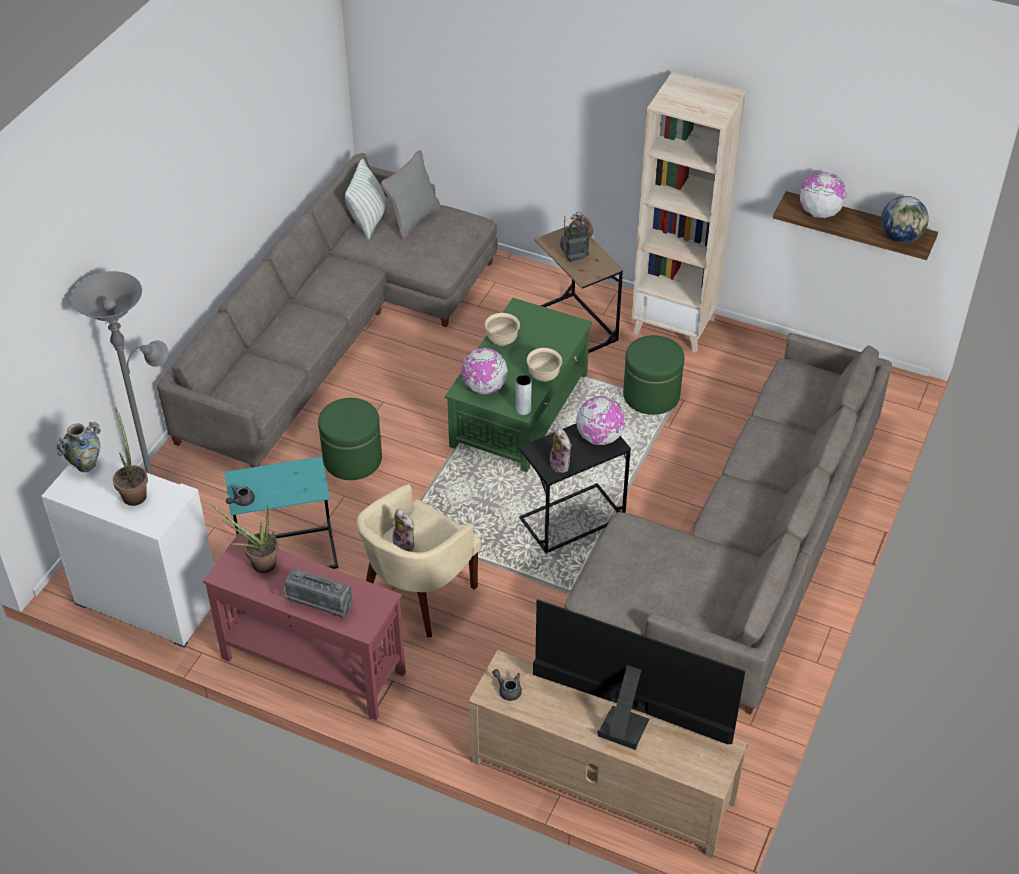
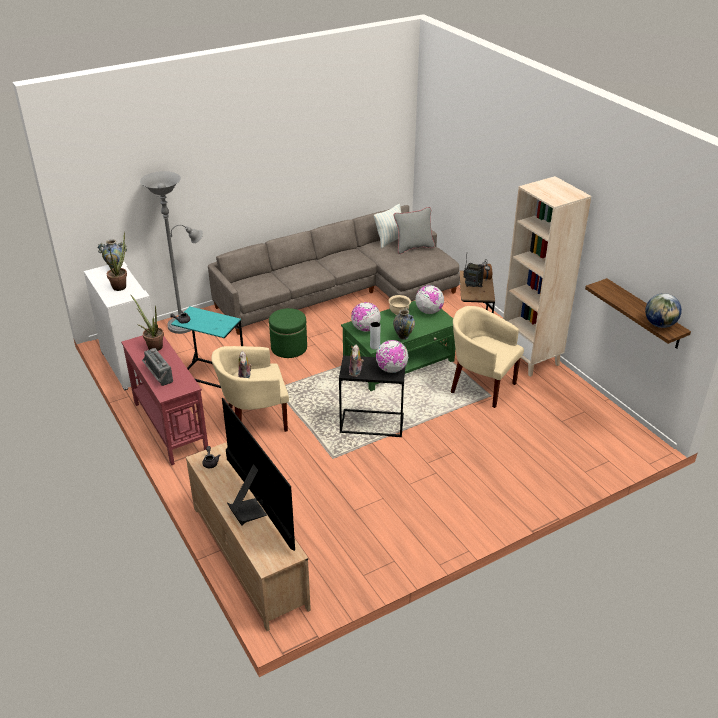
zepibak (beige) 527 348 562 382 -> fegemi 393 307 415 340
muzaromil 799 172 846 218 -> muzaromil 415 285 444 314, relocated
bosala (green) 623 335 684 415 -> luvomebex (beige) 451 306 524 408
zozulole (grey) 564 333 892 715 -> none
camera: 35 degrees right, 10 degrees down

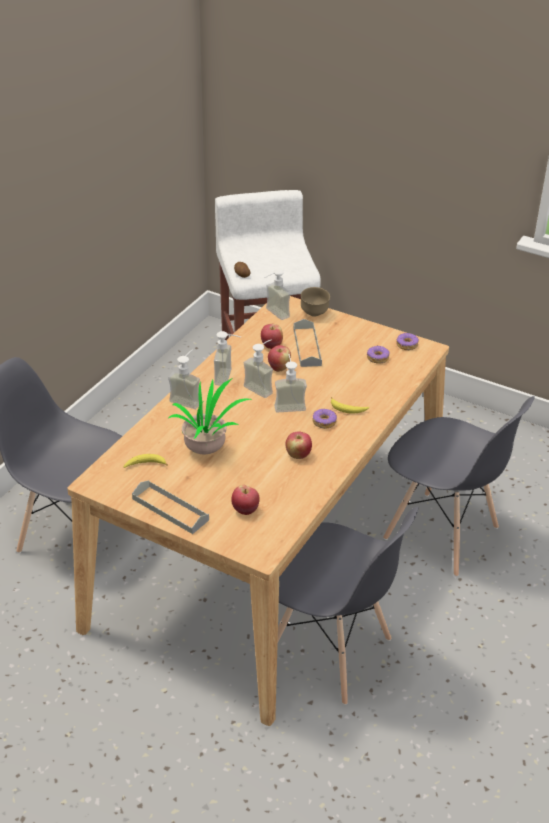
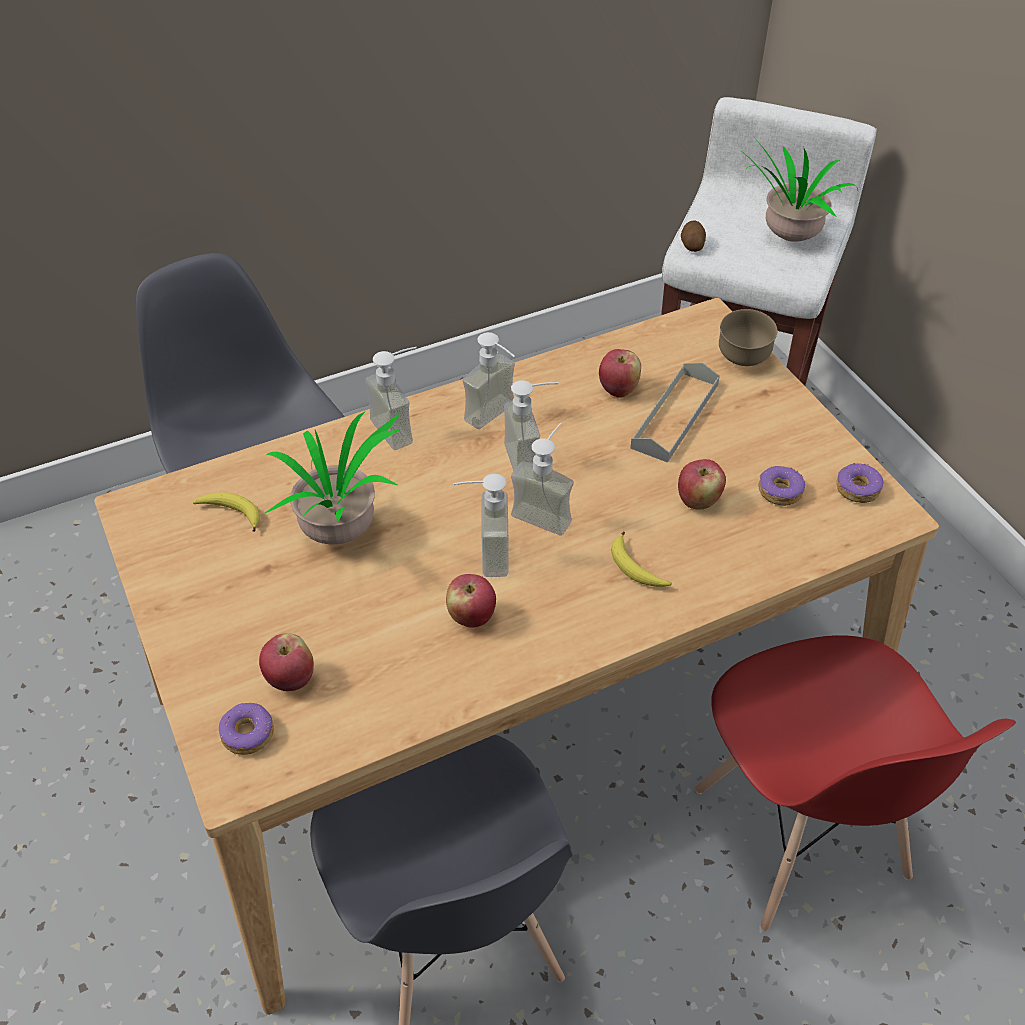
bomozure 313 409 337 429 -> bomozure 219 703 274 755, relocated
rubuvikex 264 269 290 320 -> rubuvikex 453 474 509 577, relocated
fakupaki 268 345 291 372 -> fakupaki 678 459 726 509, relocated
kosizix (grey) 383 396 535 577 -> kosizix (red) 695 635 1016 931
none -> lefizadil 738 141 858 242
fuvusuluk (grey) 132 480 209 534 -> none
camera: 35 degrees right, 10 degrees up

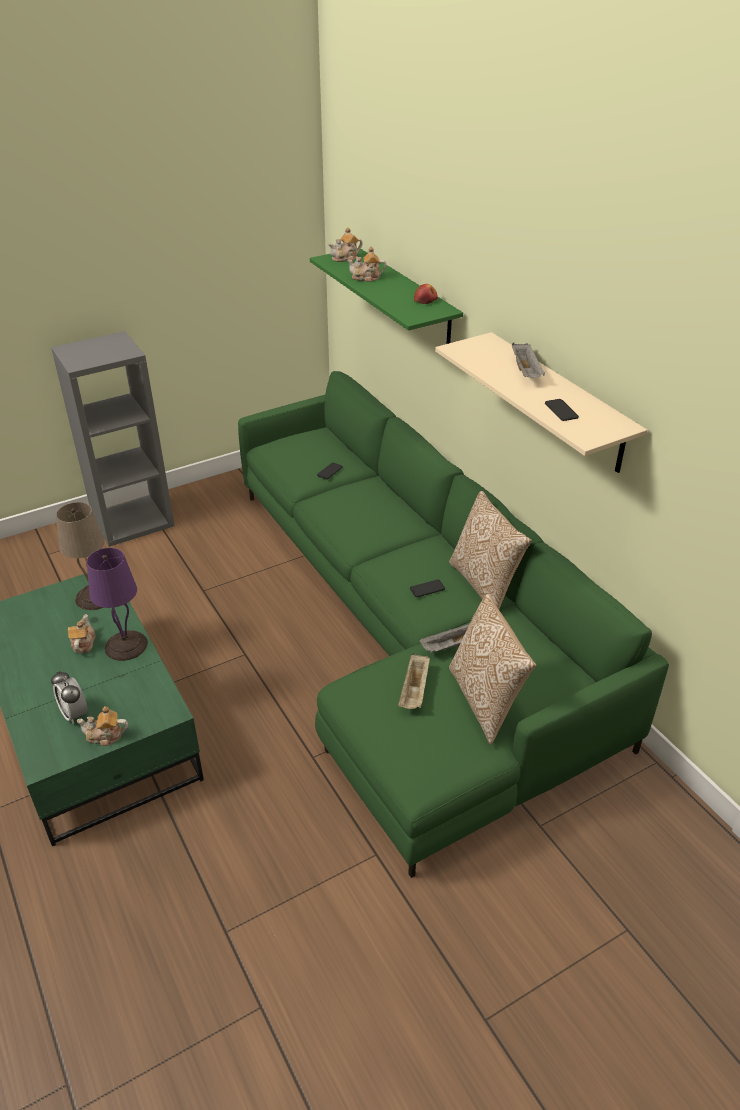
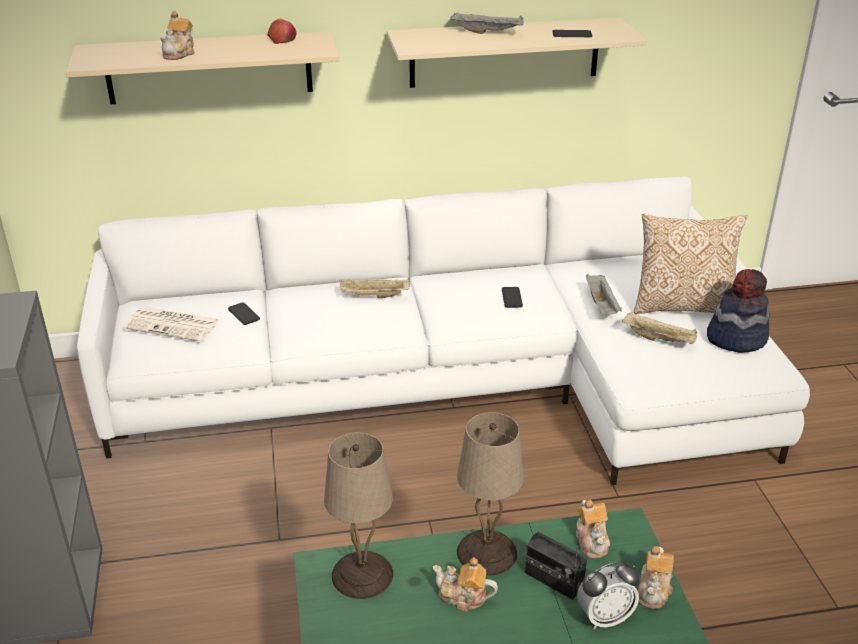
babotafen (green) 310 249 463 344 -> babotafen (beige) 66 31 339 104
zozulole (green) 238 371 669 878 -> zozulole (white) 77 176 810 485
none -> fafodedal 123 307 219 342
none -> fuvusuluk (beige) 340 278 410 298
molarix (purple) 87 548 148 661 -> molarix (beige) 457 412 524 575
none -> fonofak 524 532 587 600
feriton 328 227 363 262 -> feriton 576 500 610 558, relocated
none -> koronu 707 269 769 353
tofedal 449 491 532 609 -> none
camera: 70 degrees left, 5 degrees down

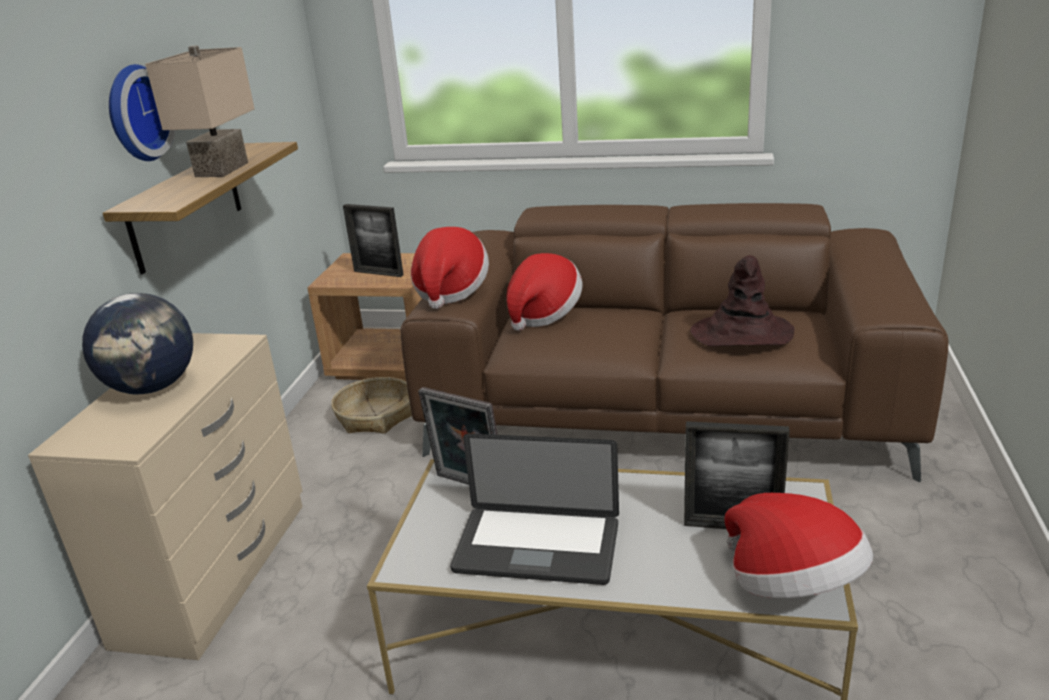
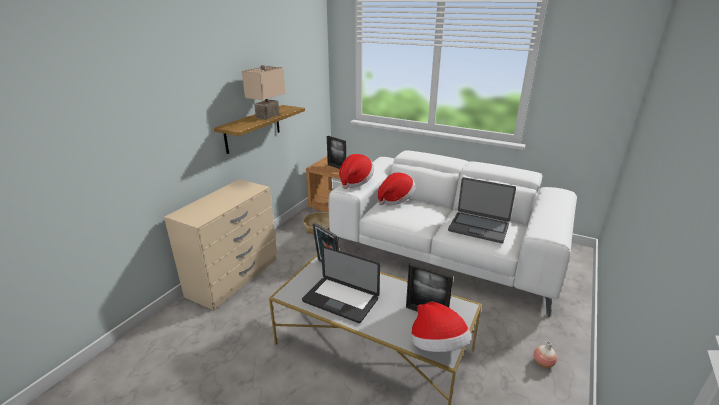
zozulole (brown) 401 203 949 482 -> zozulole (white) 329 150 577 317
koronu (brown) 690 255 794 346 -> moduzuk 448 177 516 243
none -> fegemi 533 341 557 368
muzaromil 82 293 193 394 -> none
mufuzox 109 64 175 161 -> none
camera: 15 degrees right, 0 degrees up

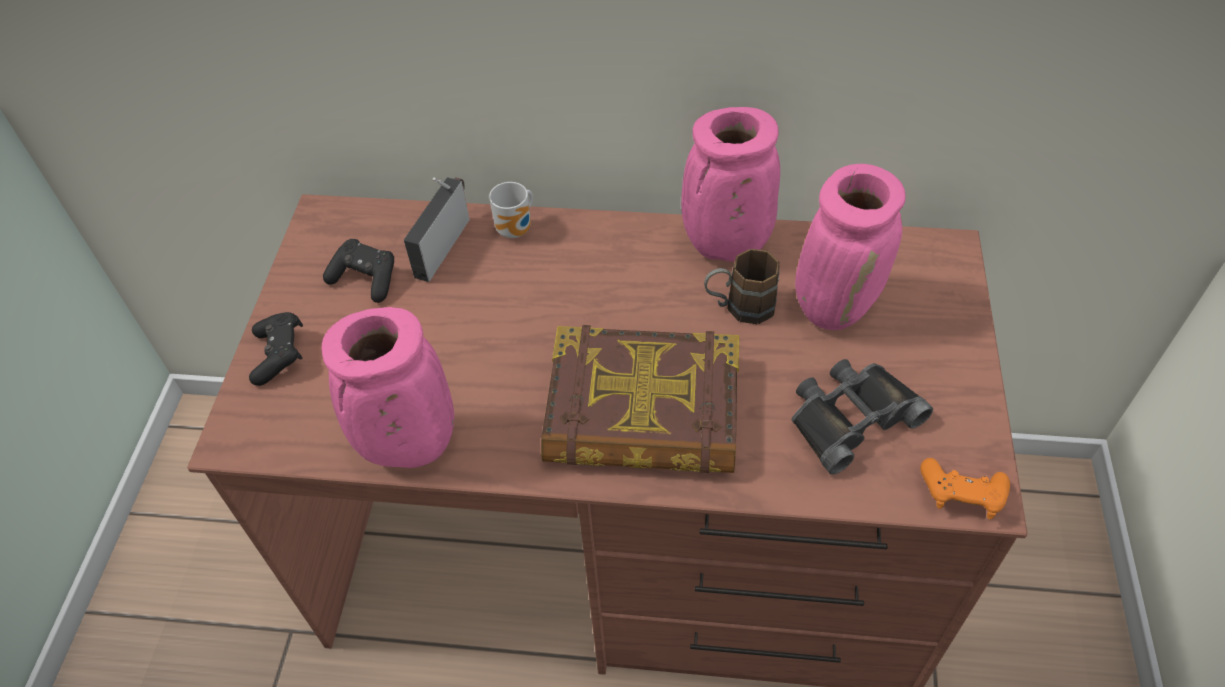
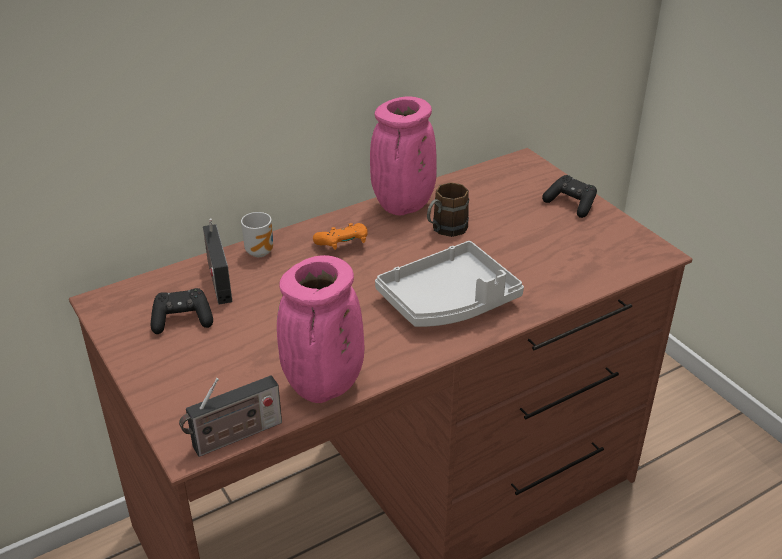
none -> fonofak 179 376 282 457
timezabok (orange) 920 458 1010 519 -> timezabok (orange) 313 223 368 250, relocated
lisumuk 541 325 739 473 -> fuvusuluk (grey) 375 241 524 327
timezabok (black) 249 312 303 386 -> timezabok (black) 542 175 597 218, relocated
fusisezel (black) 791 359 933 474 -> none
fegemi (pink) 795 164 906 330 -> none
camera: 40 degrees left, 15 degrees down

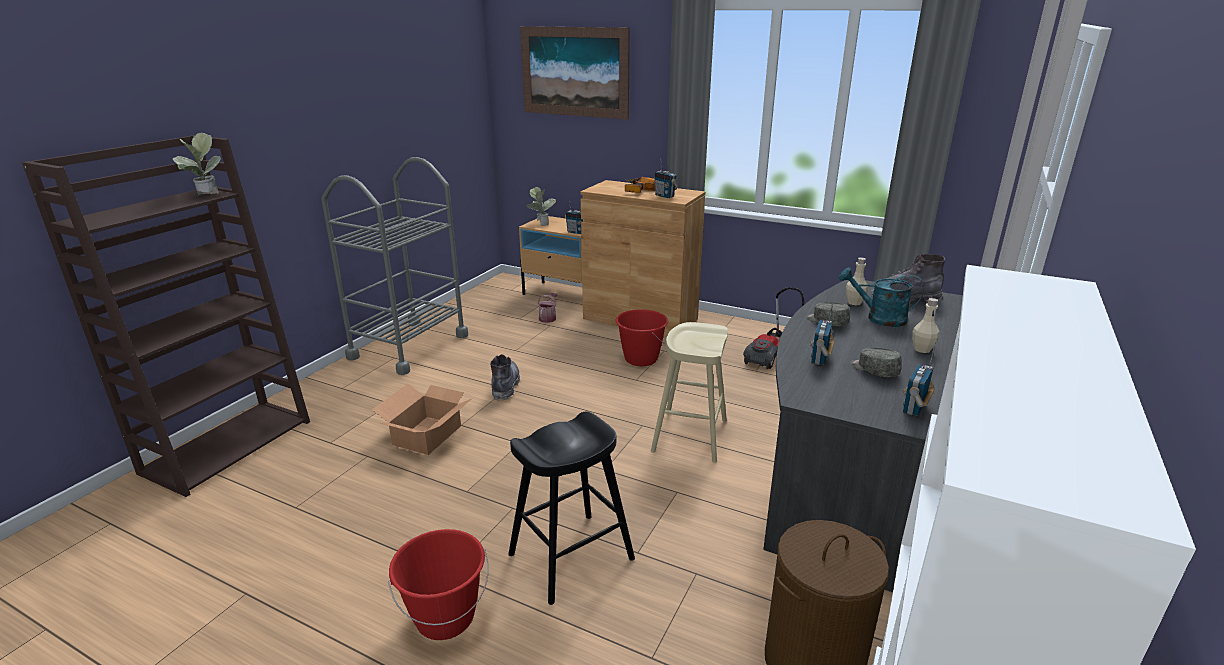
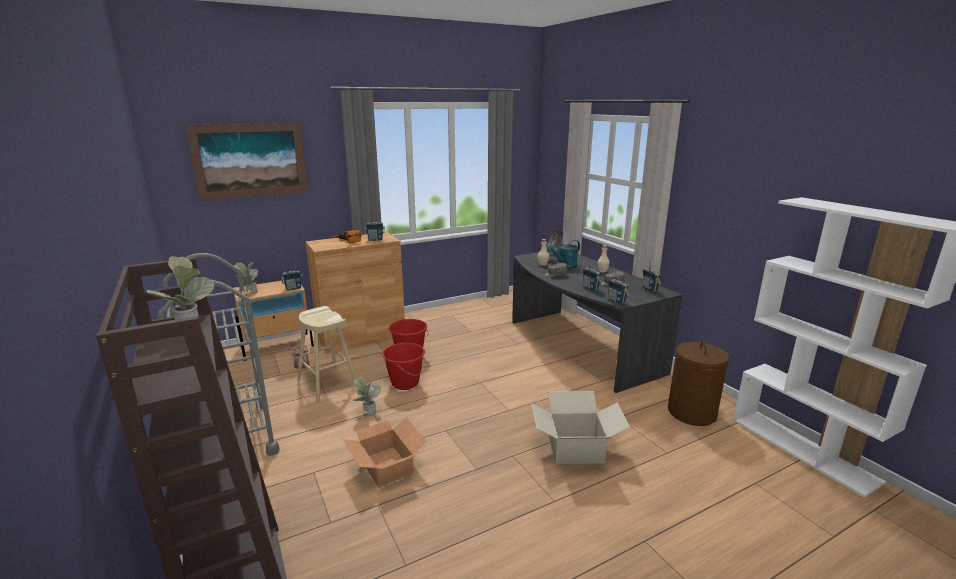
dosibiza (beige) 651 322 728 463 -> dosibiza (beige) 297 306 356 401, relocated
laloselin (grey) 490 354 520 400 -> lefizadil 353 377 382 416
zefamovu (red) 388 529 489 640 -> zefamovu (red) 382 343 425 390, relocated
dosibiza (black) 508 411 635 605 -> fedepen 532 391 630 464
none -> fonofak 608 269 629 304
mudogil 743 287 804 369 -> none
camera: 55 degrees left, 5 degrees down

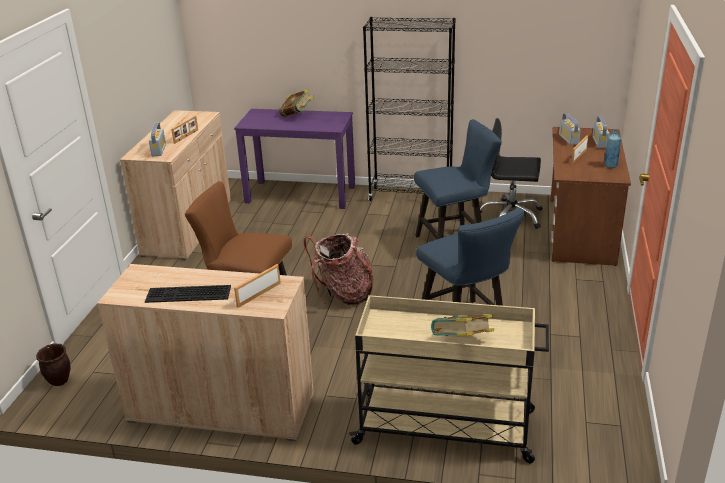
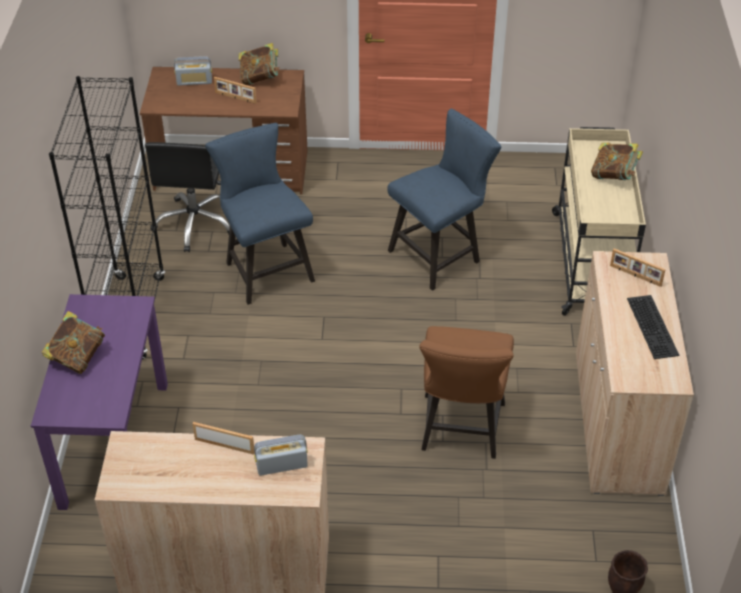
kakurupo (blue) 604 129 621 168 -> lisumuk 238 43 280 85
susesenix 304 233 373 305 -> none
fonofak 559 113 580 145 -> none
camera: 100 degrees left, 15 degrees up

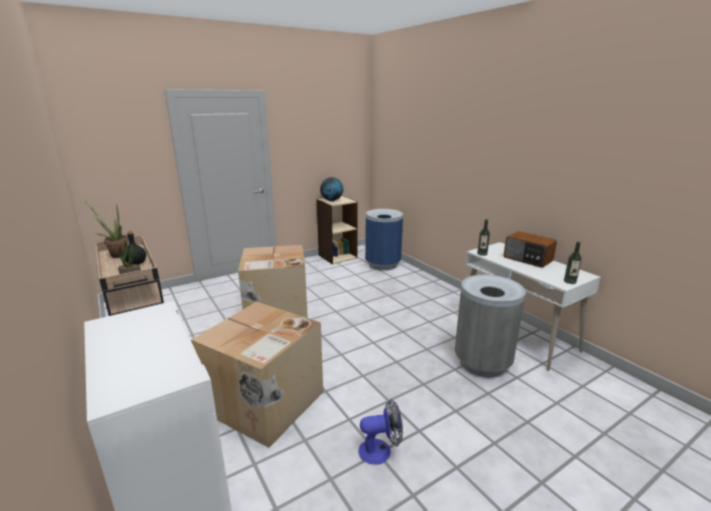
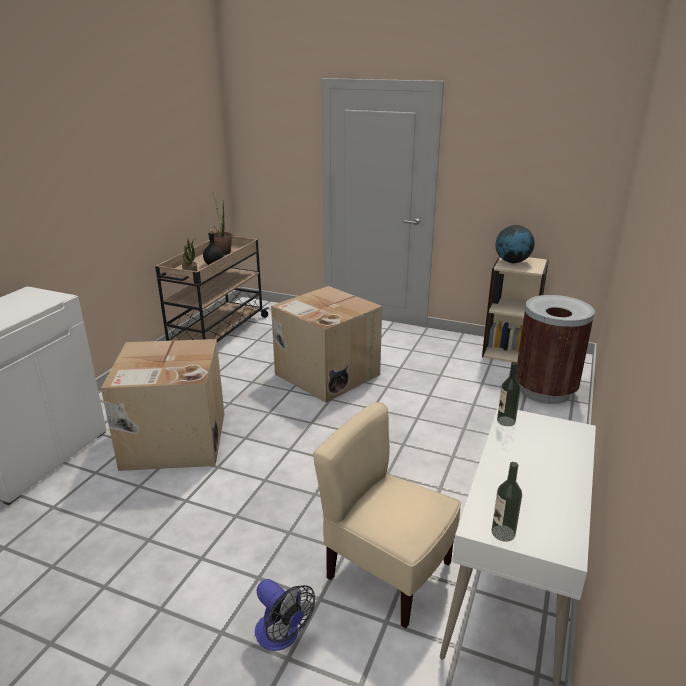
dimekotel 358 399 403 464 -> dimekotel 255 579 315 651, relocated
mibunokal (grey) 455 275 526 377 -> kosizix (beige) 313 402 461 628
mibunokal (blue) 365 209 403 271 -> mibunokal (brown) 516 295 595 404
fonofak 504 231 557 268 -> none
camera: 55 degrees right, 5 degrees up

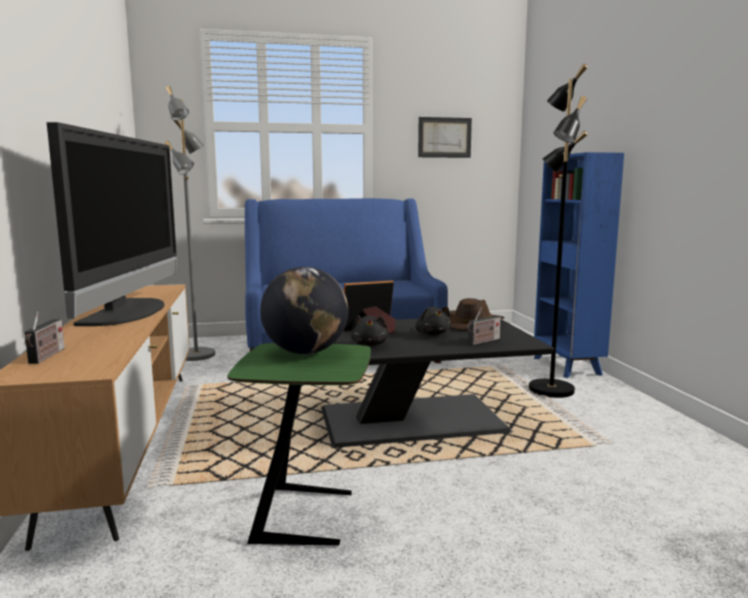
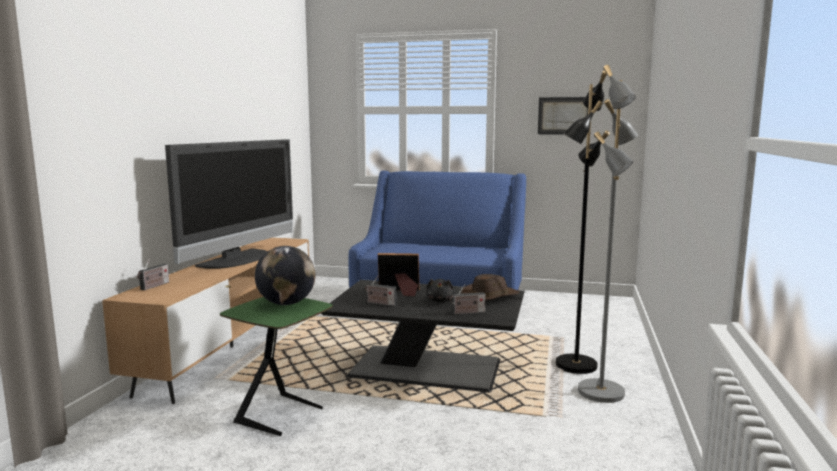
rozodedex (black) 351 315 389 346 -> fonofak 365 276 397 306
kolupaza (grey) 164 86 215 361 -> kolupaza (grey) 578 65 638 403, relocated
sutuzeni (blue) 534 152 624 378 -> none
camera: 25 degrees right, 0 degrees up

